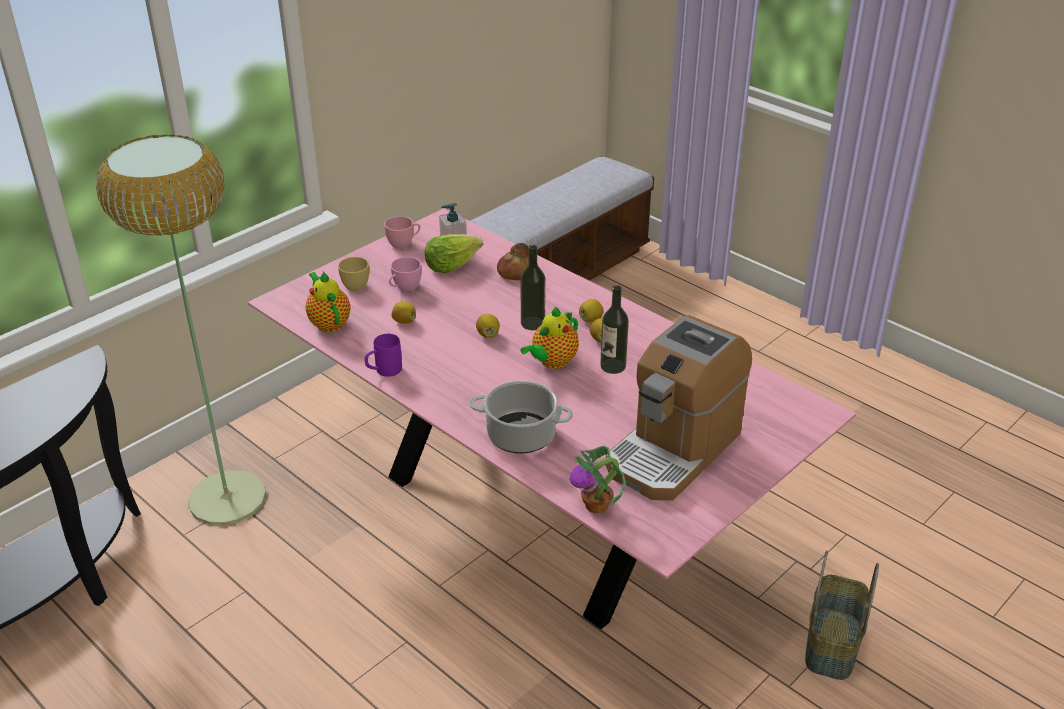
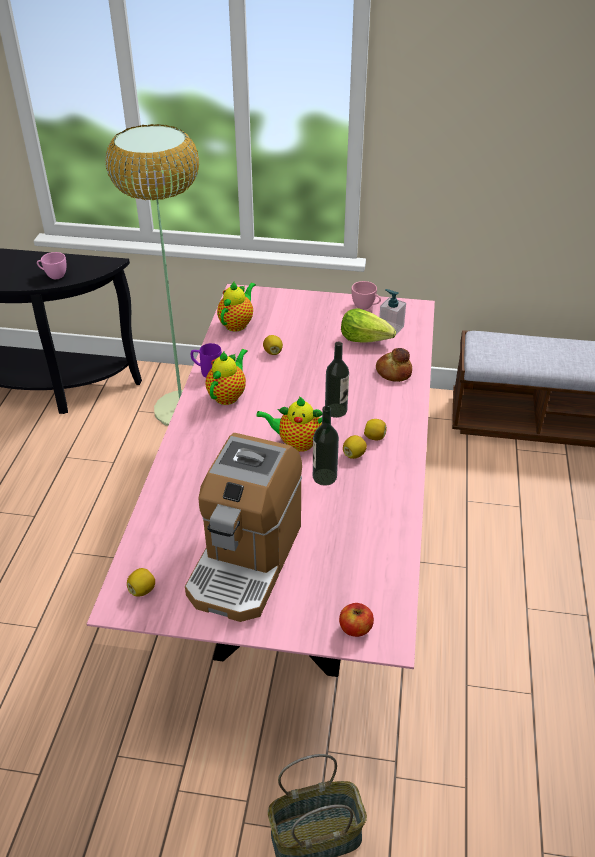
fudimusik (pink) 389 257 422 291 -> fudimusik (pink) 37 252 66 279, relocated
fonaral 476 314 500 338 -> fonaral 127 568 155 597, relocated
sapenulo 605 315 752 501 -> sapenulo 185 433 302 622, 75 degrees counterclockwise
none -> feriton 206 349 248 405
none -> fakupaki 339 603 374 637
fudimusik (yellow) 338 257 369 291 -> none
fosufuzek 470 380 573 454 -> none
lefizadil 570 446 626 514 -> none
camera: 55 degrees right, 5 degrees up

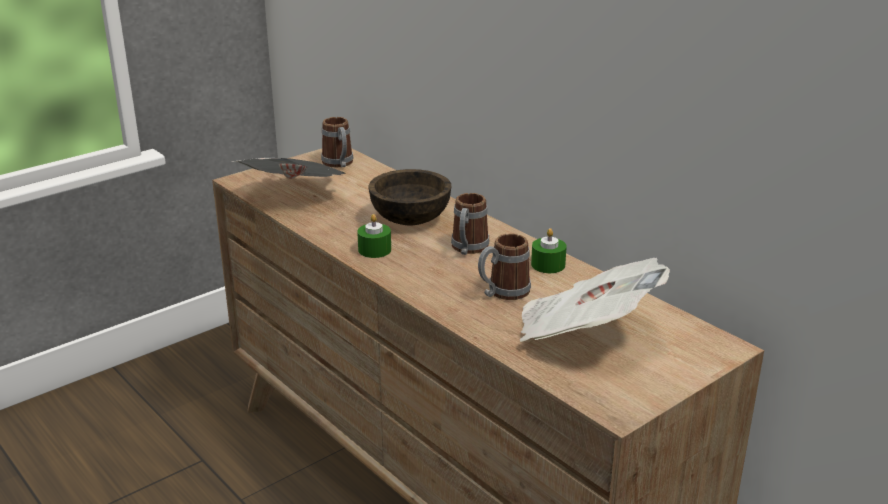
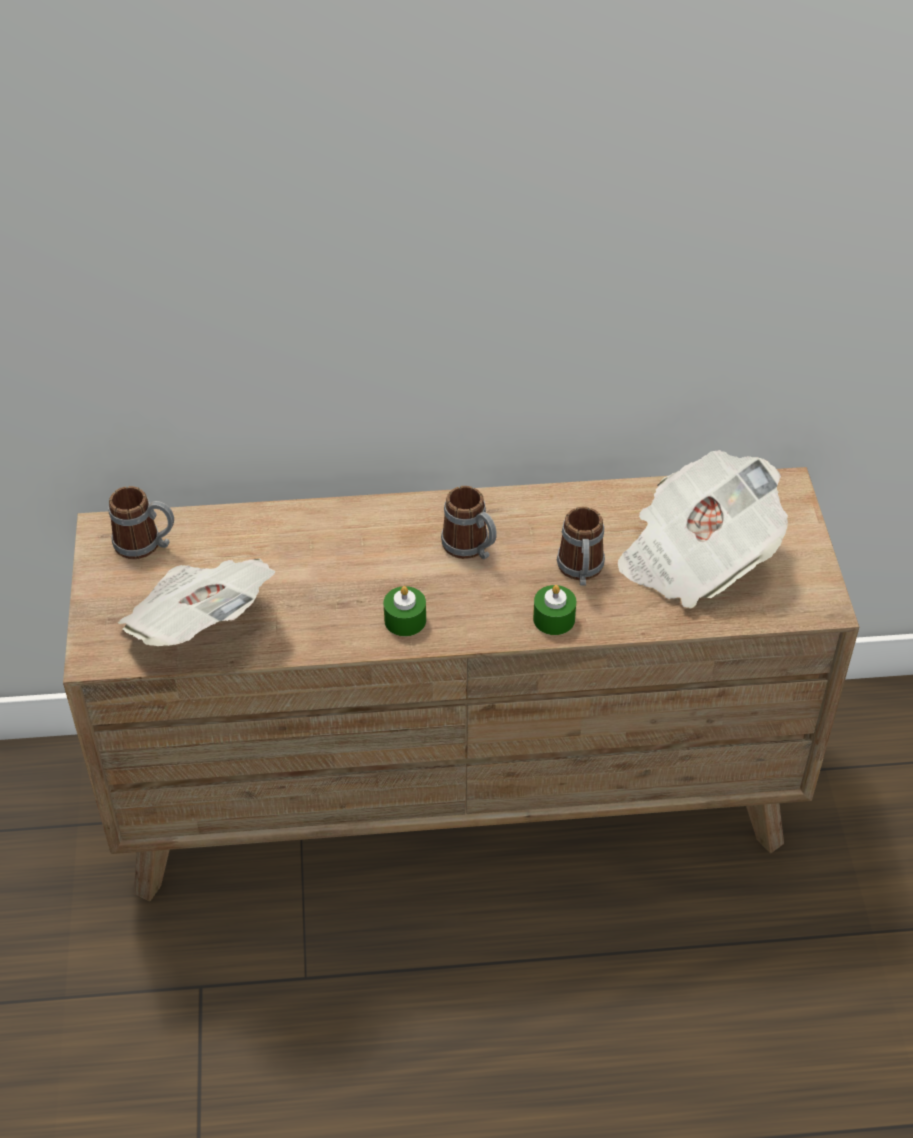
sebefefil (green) 531 228 567 273 -> sebefefil (green) 533 585 576 635, relocated
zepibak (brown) 369 169 452 225 -> none
camera: 55 degrees left, 20 degrees up

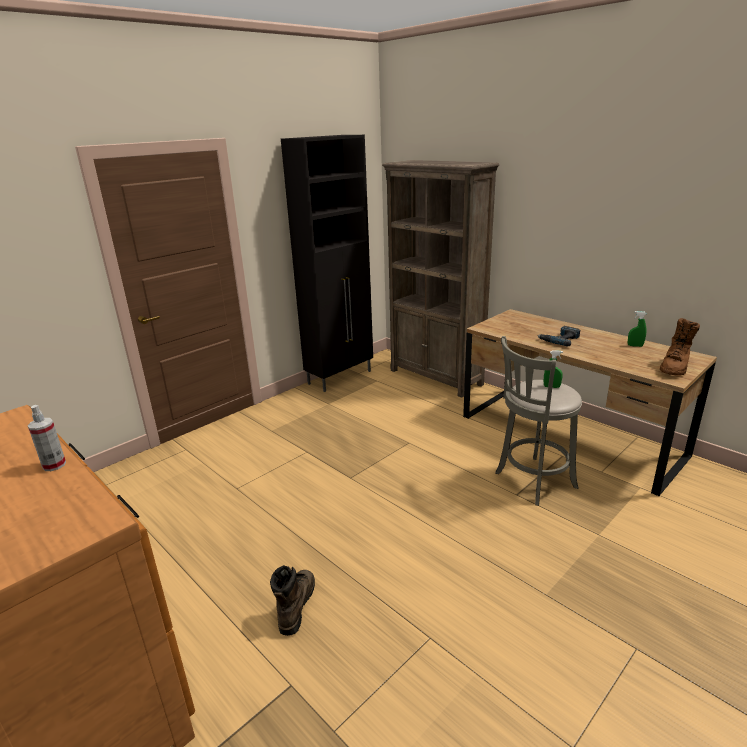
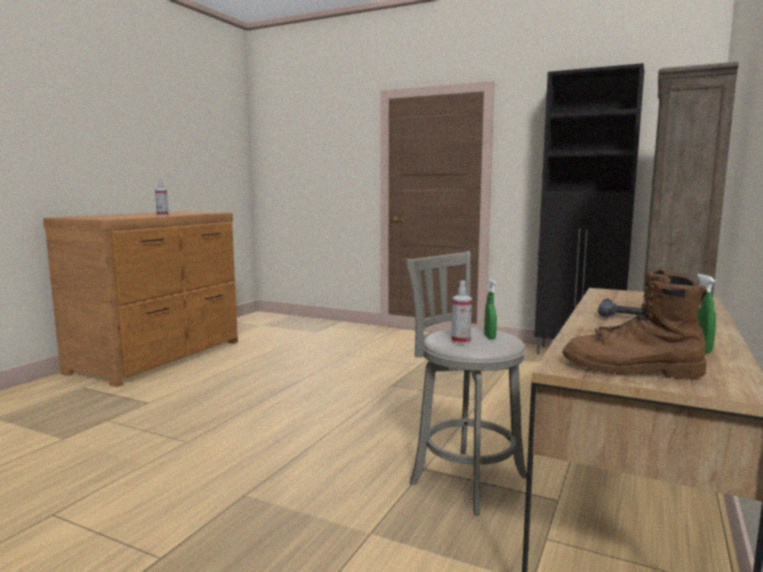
none -> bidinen 452 281 472 344
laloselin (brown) 270 565 315 636 -> none
camera: 70 degrees right, 15 degrees down

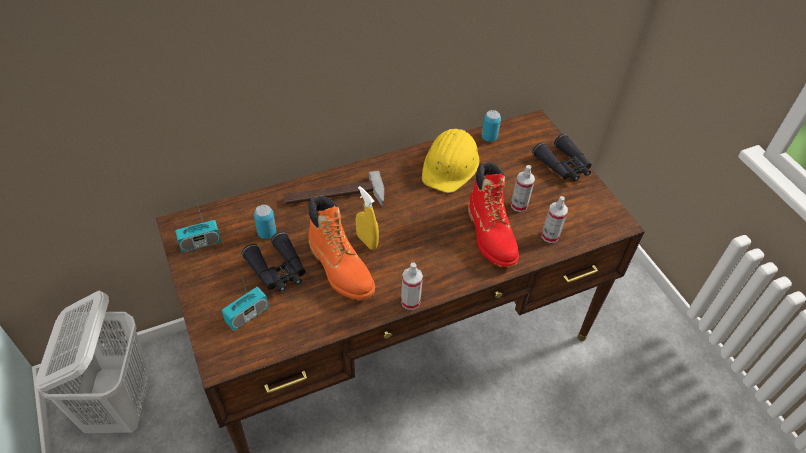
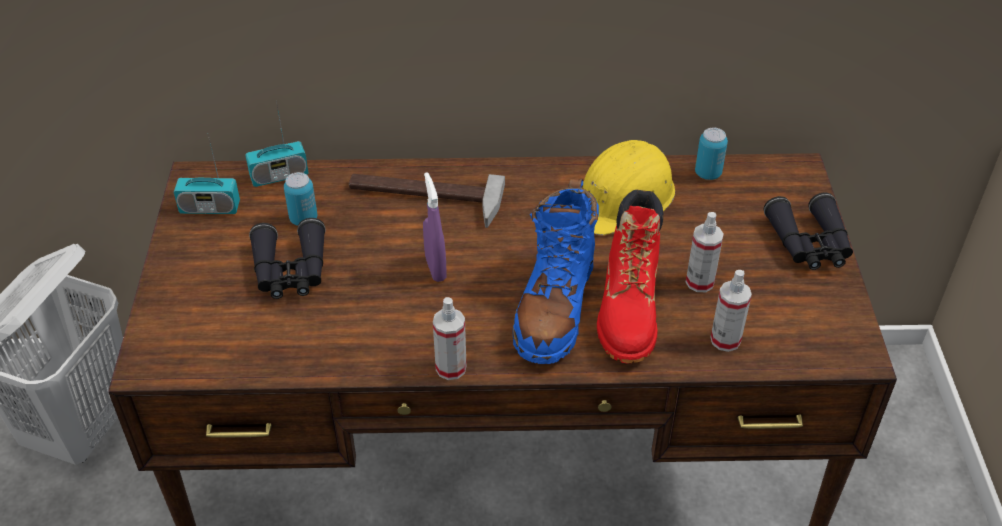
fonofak 222 268 268 331 -> fonofak 245 101 308 187, relocated
bidinen (yellow) 356 186 379 250 -> bidinen (purple) 423 172 447 282
none -> laloselin (blue) 513 178 599 364
laloselin (orange) 308 196 375 300 -> none
camera: 25 degrees right, 5 degrees down

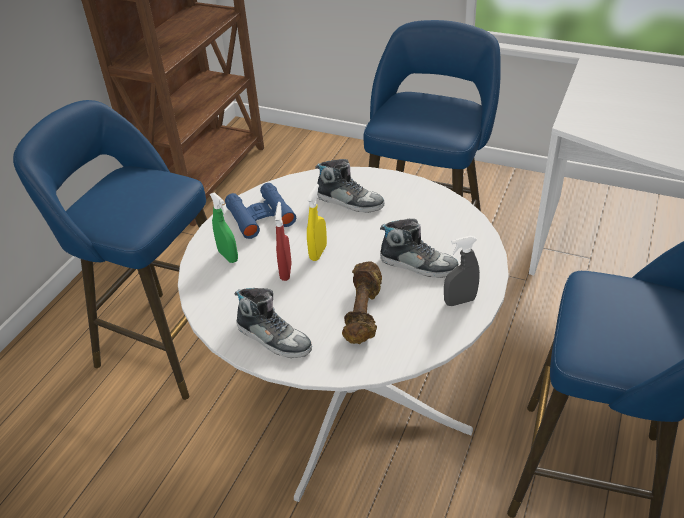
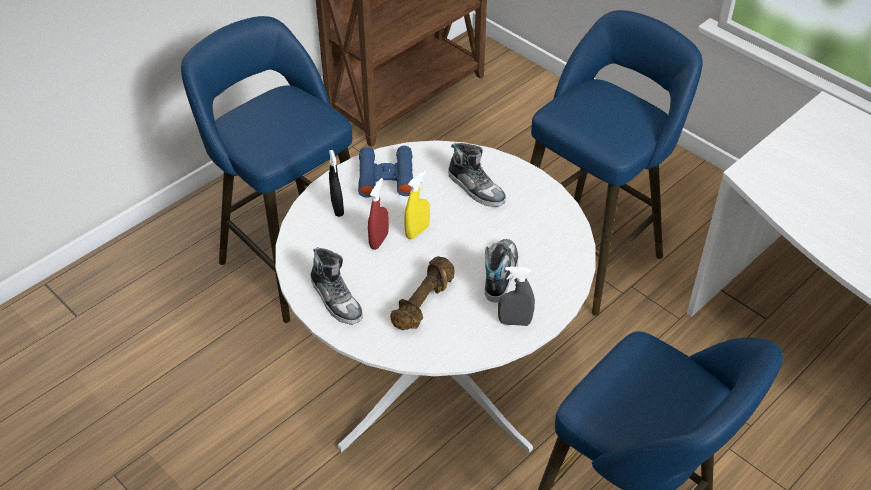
bidinen (green) 210 192 238 263 -> bidinen (black) 329 150 344 217
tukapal 380 219 459 278 -> tukapal 485 239 519 302, 120 degrees counterclockwise
camera: 20 degrees right, 5 degrees up

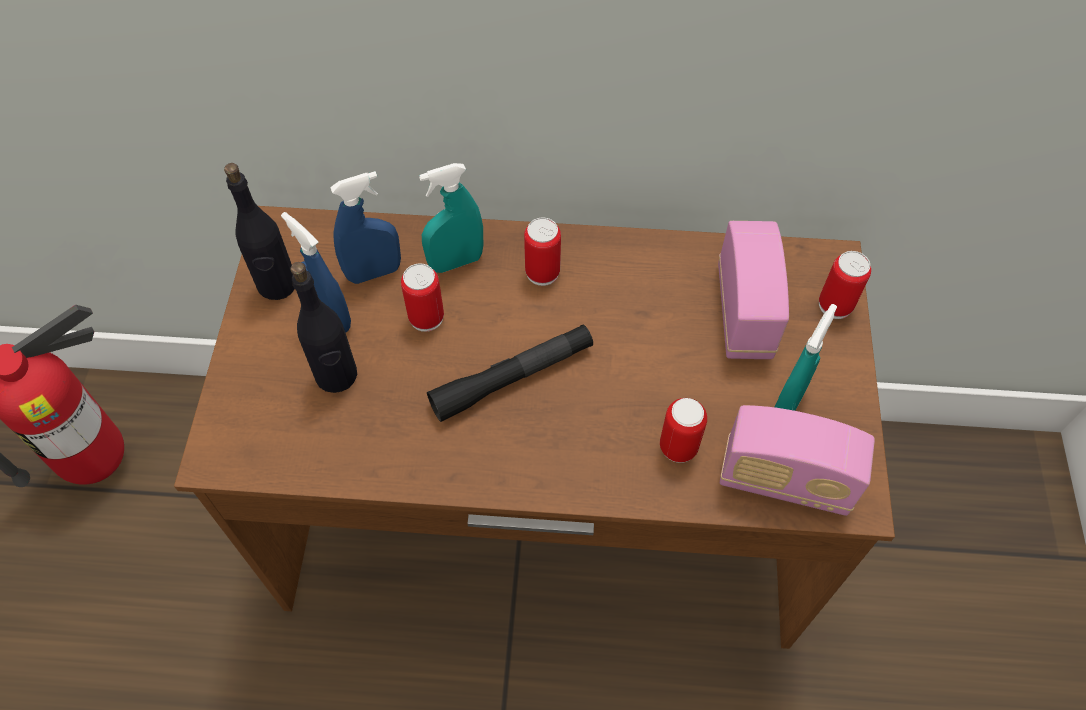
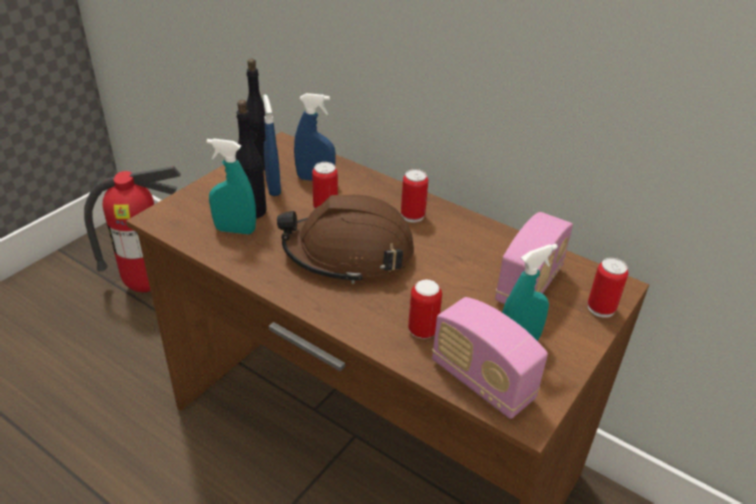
bidinen (turquoise) 419 163 483 273 -> bidinen (turquoise) 207 138 256 234, relocated
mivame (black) 427 324 593 422 -> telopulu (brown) 277 195 414 284
camera: 30 degrees right, 20 degrees down

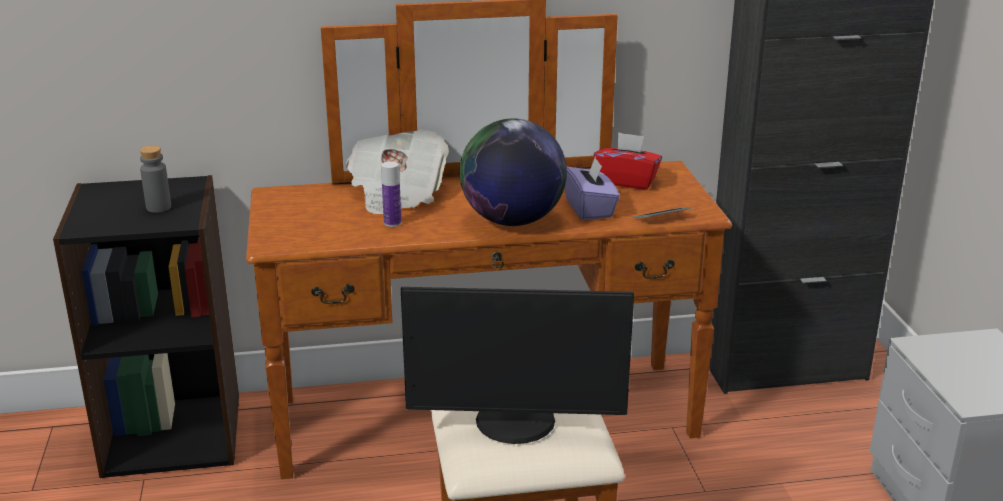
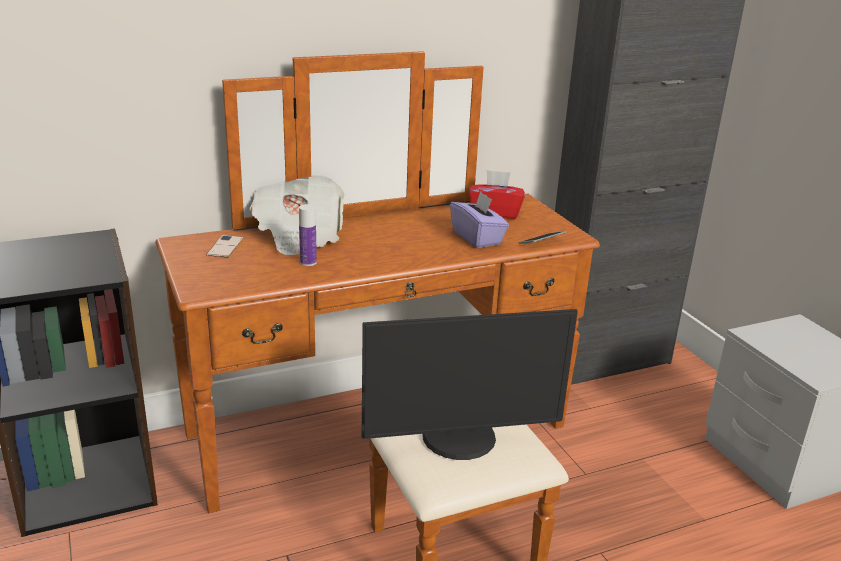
none -> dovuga 207 235 243 257
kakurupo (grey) 140 145 171 213 -> none
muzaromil 460 119 567 226 -> none
camera: 15 degrees left, 0 degrees up

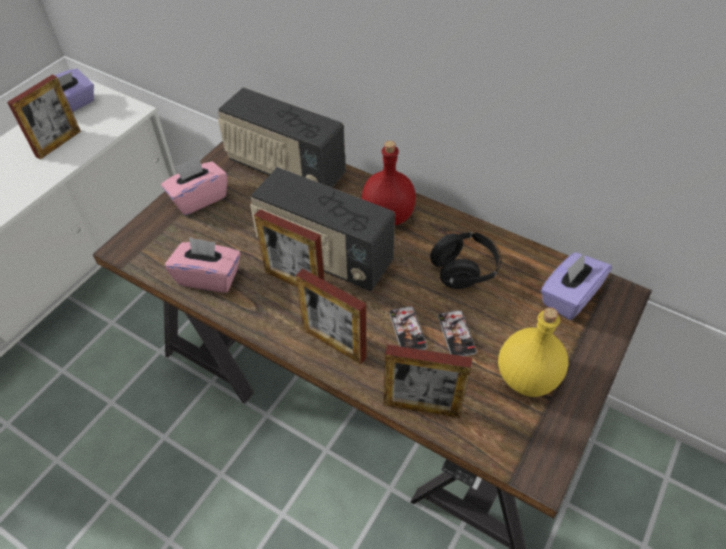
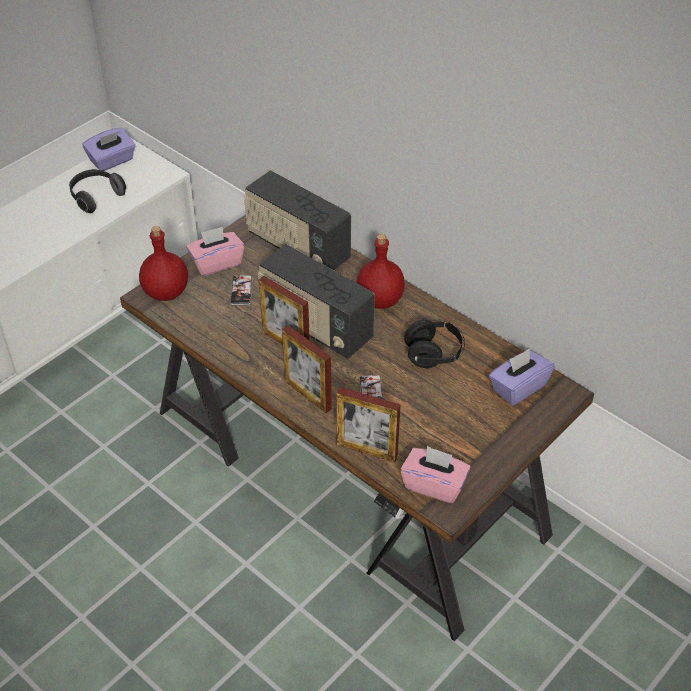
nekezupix 7 75 81 159 -> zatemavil 69 169 126 213
none -> kakurupo (red) 139 226 188 301
dovuga 438 310 477 356 -> dovuga 230 275 252 305, relocated
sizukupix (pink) 165 237 241 293 -> sizukupix (pink) 400 446 471 503, relocated
kakurupo (yellow) 498 307 568 397 -> none
camera: 10 degrees right, 5 degrees down

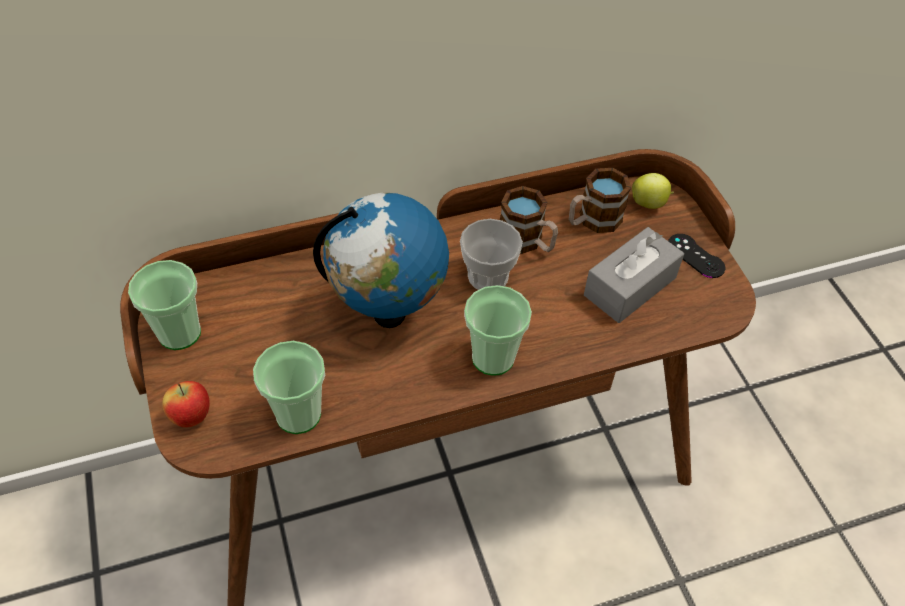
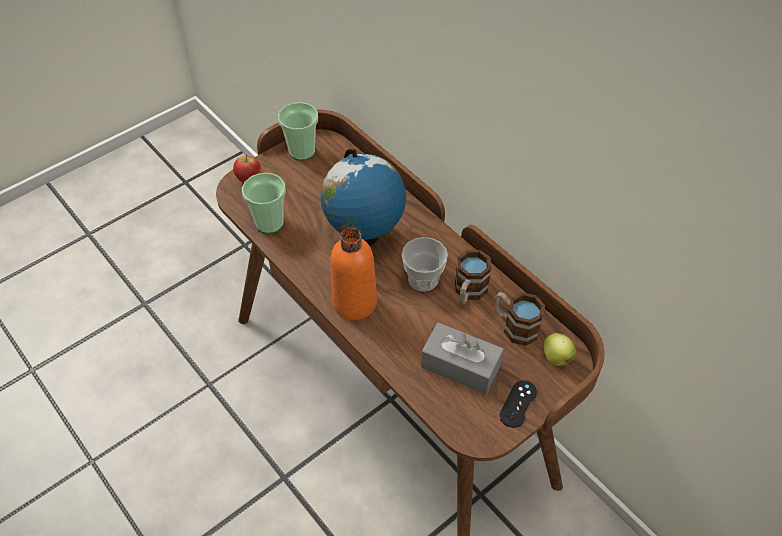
fudimusik 464 285 532 376 -> kakurupo (orange) 330 228 377 320
camera: 70 degrees right, 0 degrees up

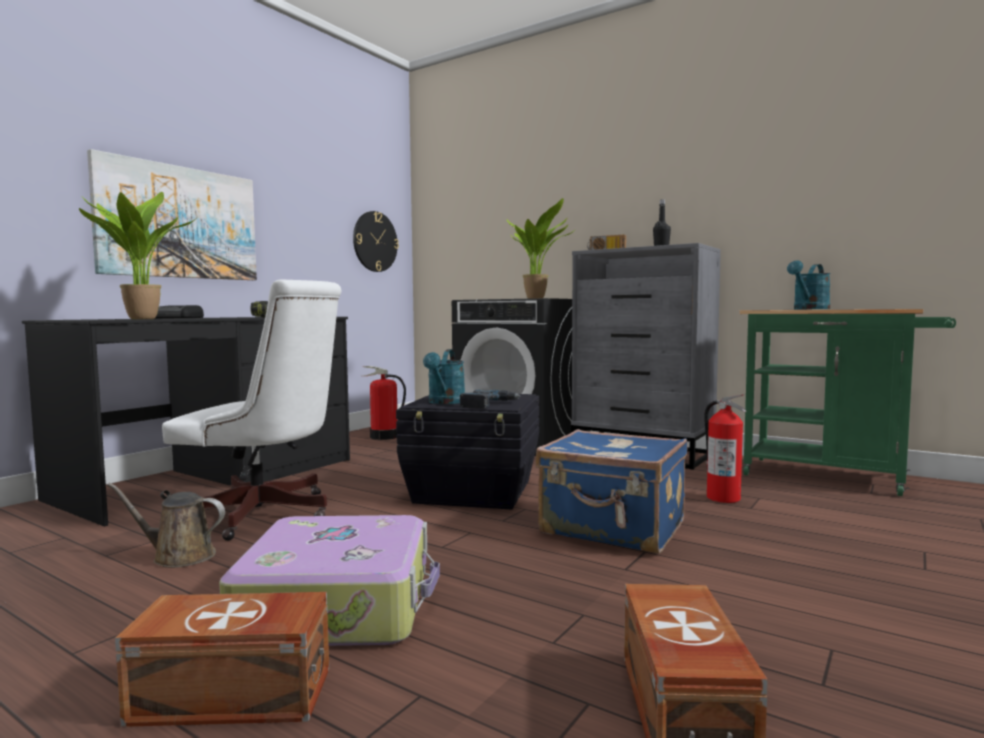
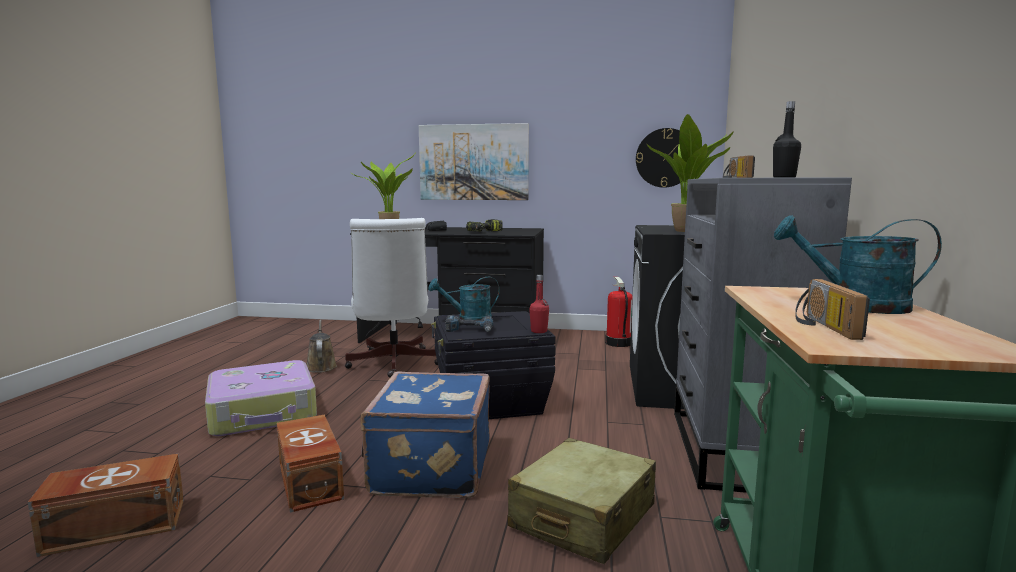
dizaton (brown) 115 592 329 727 -> dizaton (brown) 277 415 344 512, relocated
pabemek 704 394 747 503 -> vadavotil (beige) 508 438 656 564
none -> kakurupo (red) 529 275 549 333
none -> fonofak 795 279 870 340
camera: 65 degrees right, 5 degrees up

